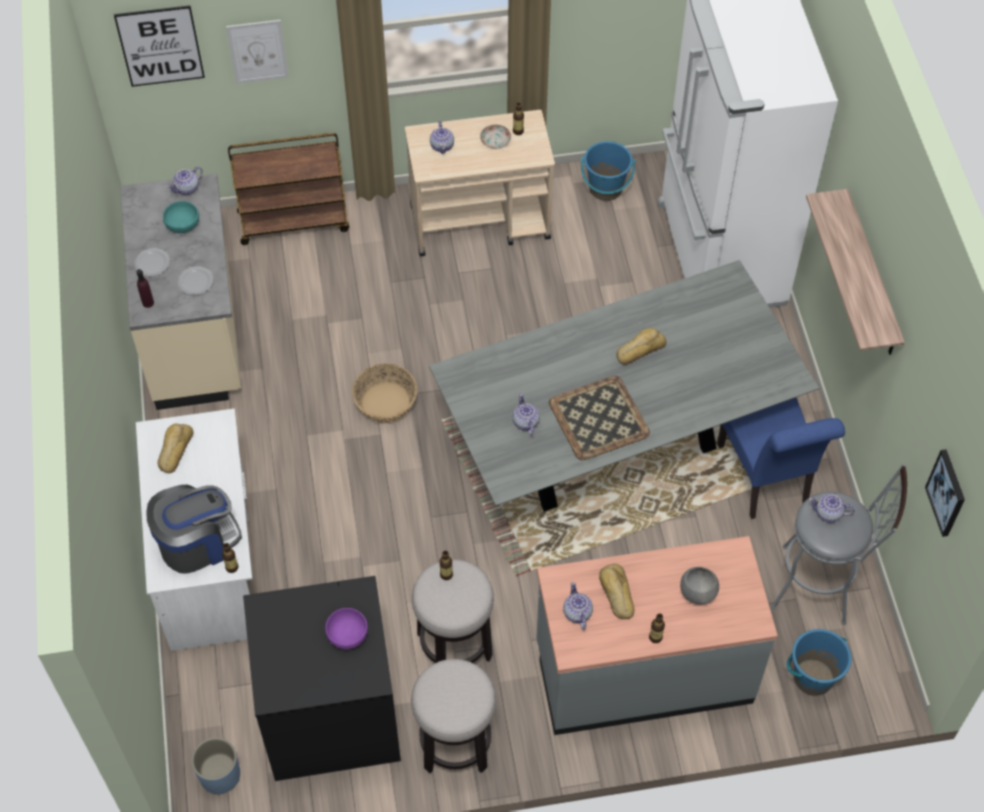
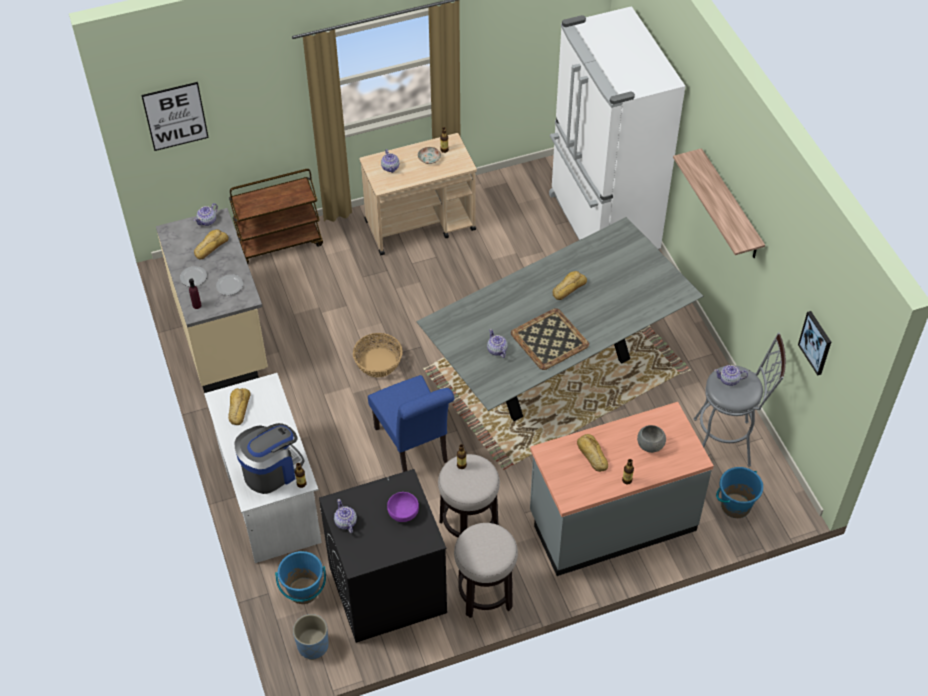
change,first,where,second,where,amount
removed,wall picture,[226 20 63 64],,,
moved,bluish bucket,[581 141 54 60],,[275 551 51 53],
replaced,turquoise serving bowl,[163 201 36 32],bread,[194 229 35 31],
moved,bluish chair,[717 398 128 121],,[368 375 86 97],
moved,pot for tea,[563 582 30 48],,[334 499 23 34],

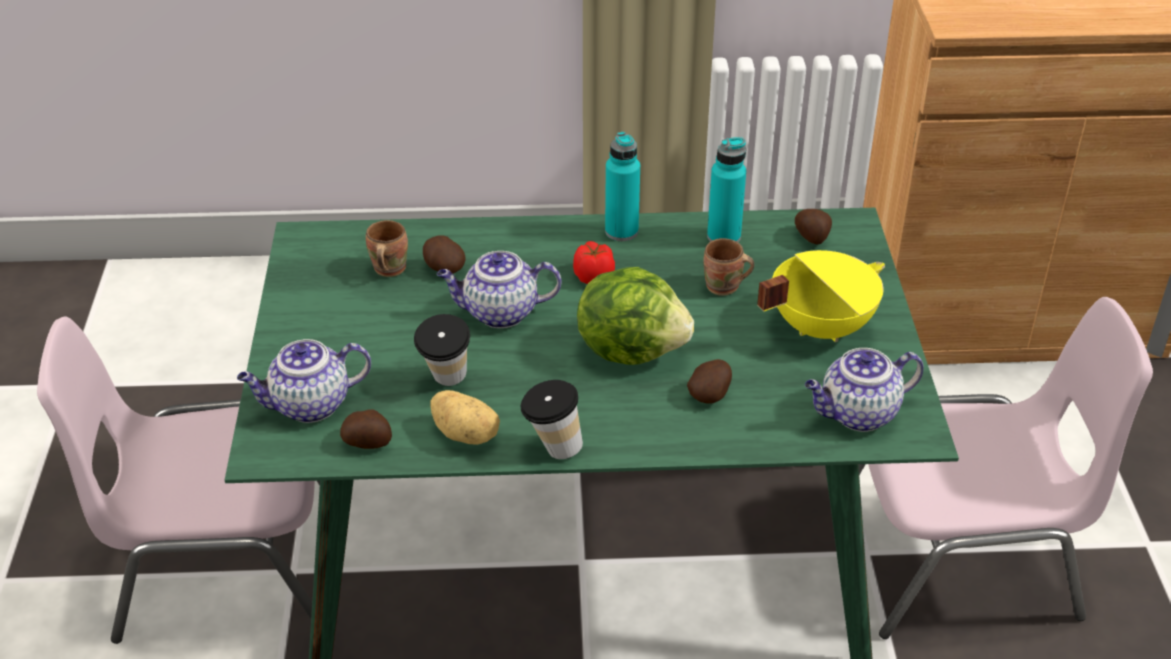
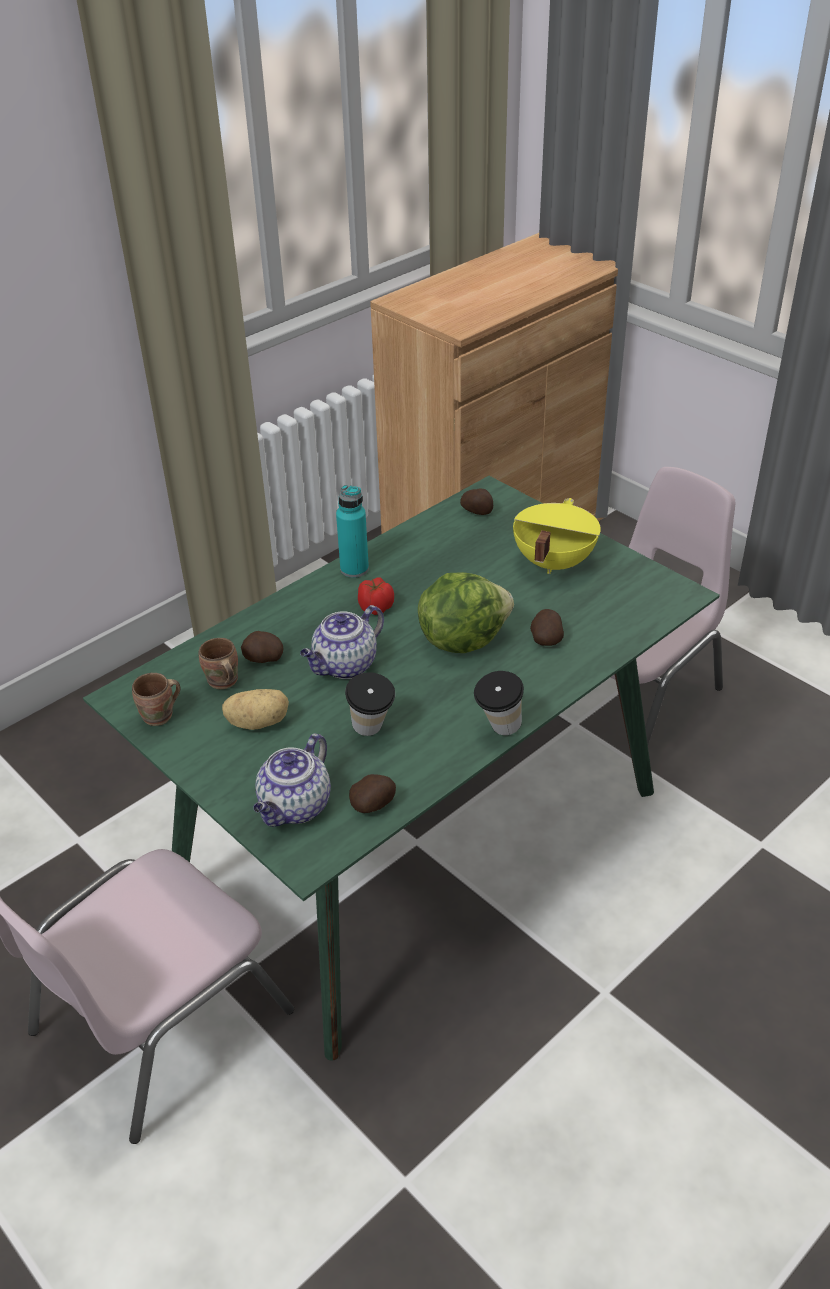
change,first,where,second,where,amount
removed,turquoise drink bottle,[707 137 39 105],,,
moved,brown tea mug,[703 238 51 58],,[132 673 48 53],
removed,pot for tea,[805 348 119 84],,,
moved,potato,[431 390 69 55],,[222 689 67 41],

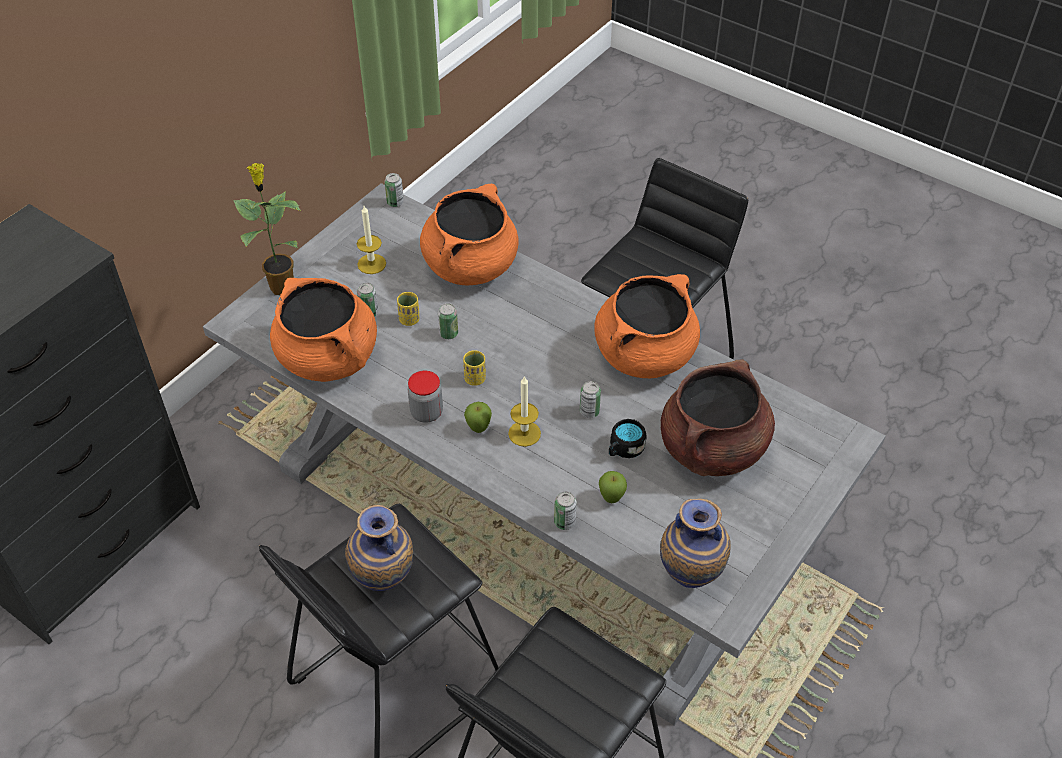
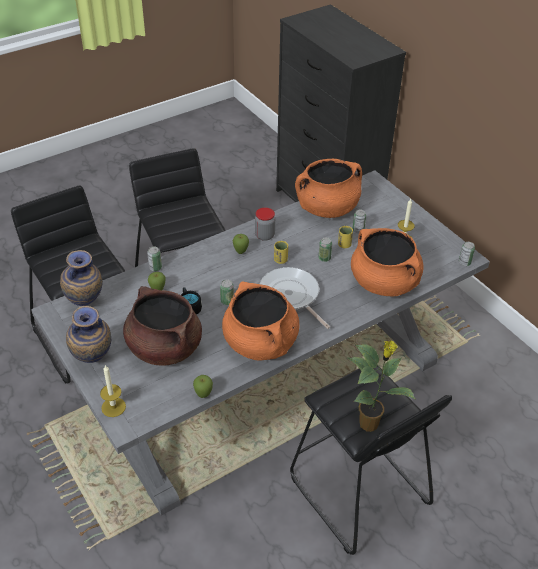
change,first,where,second,where,amount
moved,potted plant,[233 163 68 132],,[347 341 68 90],
moved,candle,[508 376 33 71],,[100 365 26 52],
moved,flower vase,[345 505 68 86],,[66 306 45 57],
added,,,frying pan,[259 267 71 62],
added,,,apple,[193 375 20 23],

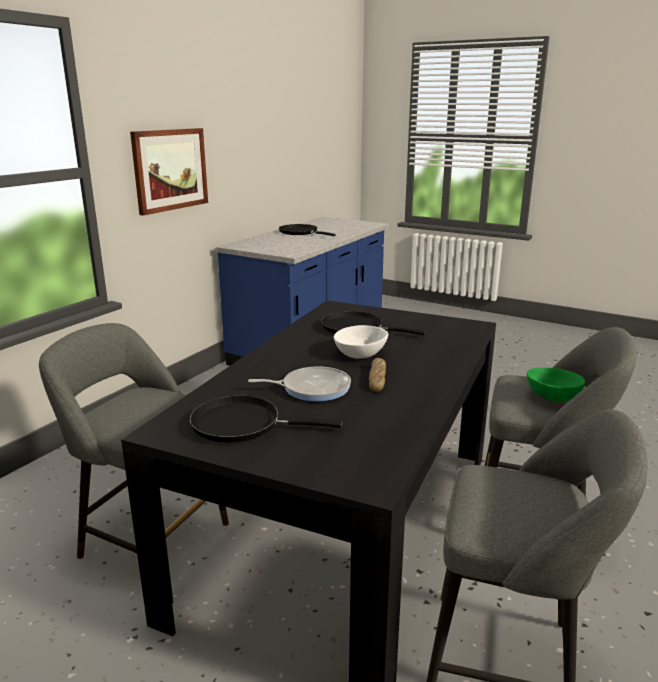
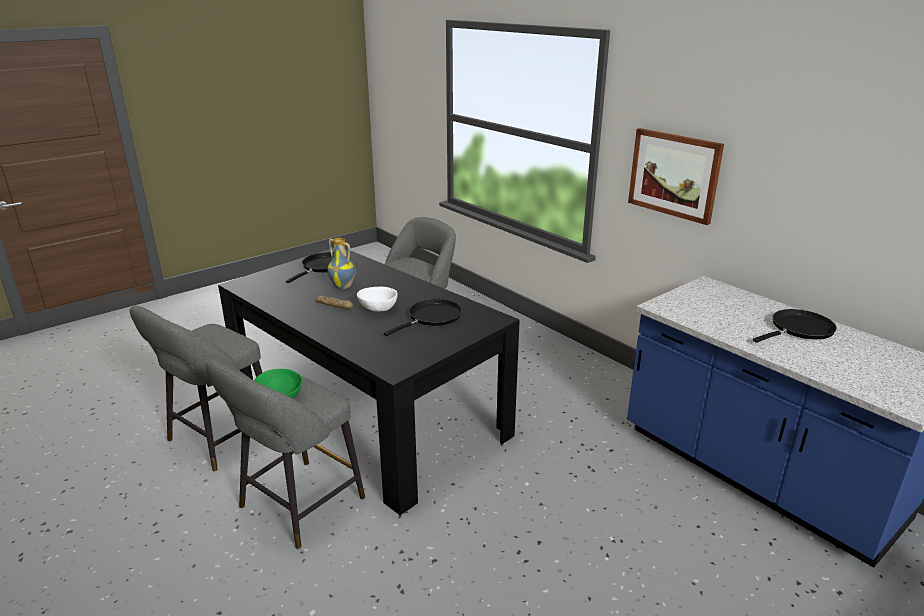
change,first,where,second,where,amount
replaced,frying pan,[248 367 103 35],flower vase,[327 238 29 51],

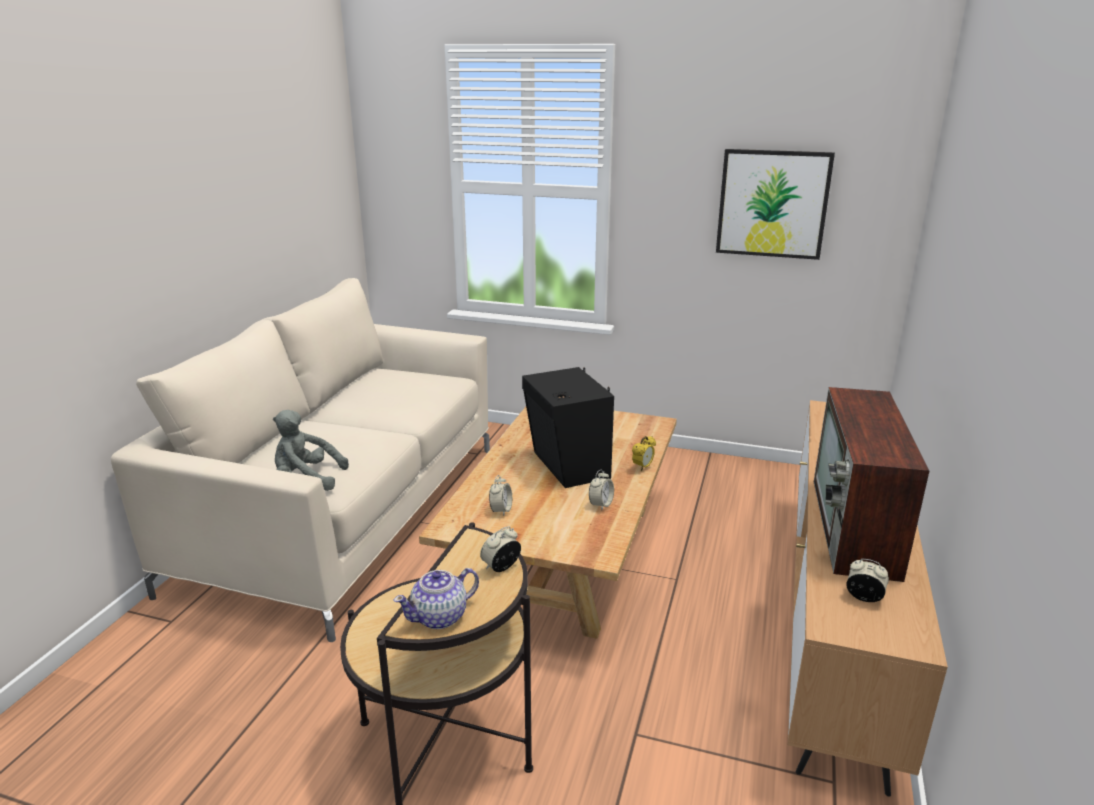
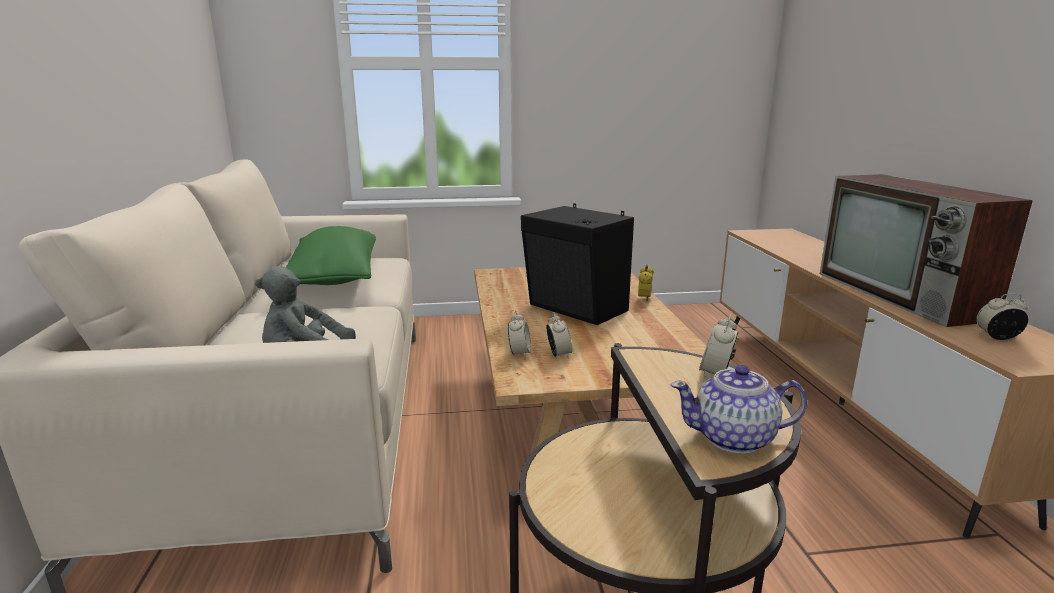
change,first,where,second,where,amount
removed,wall picture,[716 149 119 111],,,
moved,bedside clock,[589 469 25 41],,[508 311 23 46],
turned,pot for tea,[394 568 85 61],,[671 365 136 89],60 degrees clockwise
added,,,green pillow,[286 226 90 59],

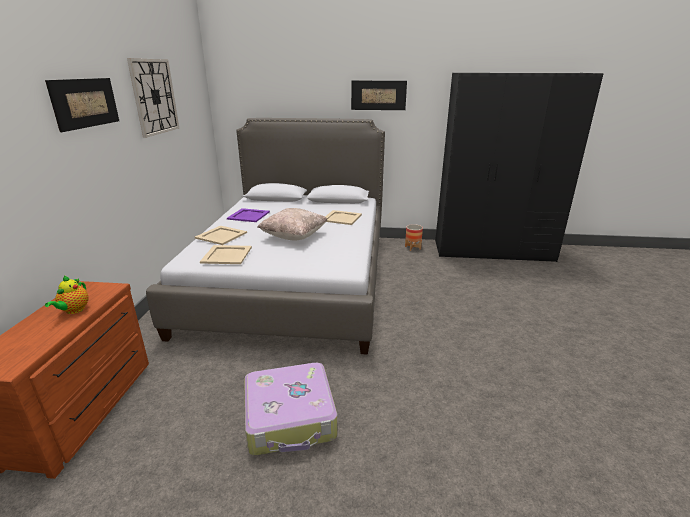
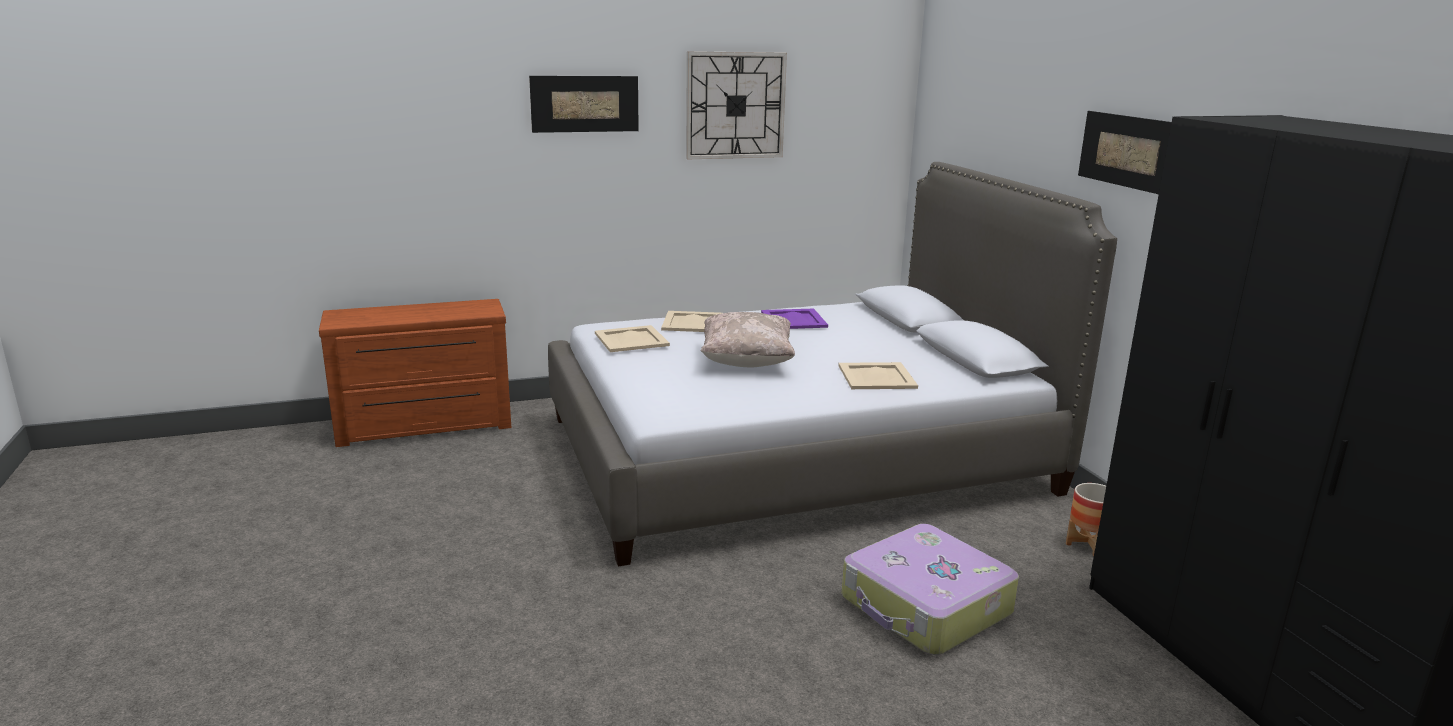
change,first,where,second,where,amount
removed,pot for tea,[45 276 44 38],,,
moved,suitcase,[244 363 93 93],,[842 524 177 131],

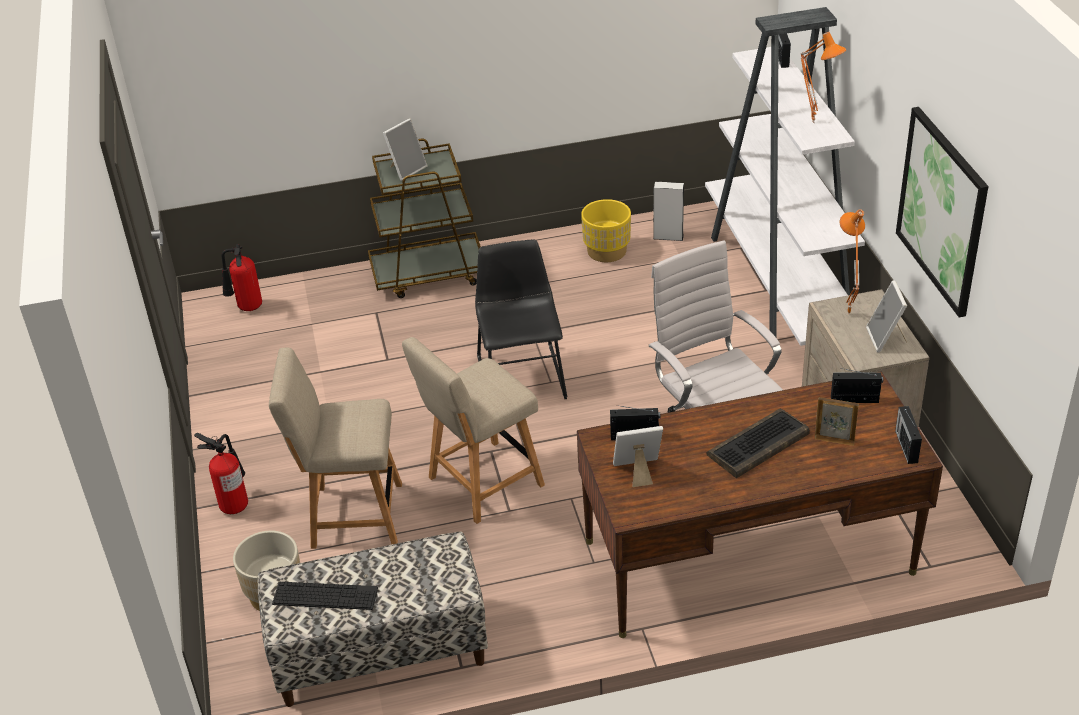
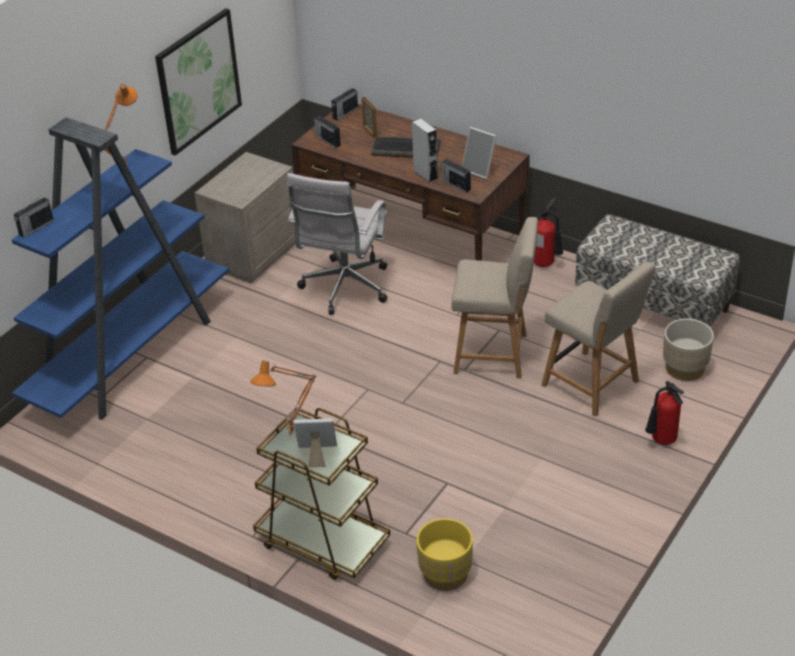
change,first,where,second,where,amount
recoloured,white-coloured bookshelf,[705 7 160 339],bluish bookshelf,[12 117 217 303],
moved,gray speaker,[653 182 31 59],,[412 118 26 65],
moved,yellow-coloured planter,[581 199 50 63],,[416 518 57 73],
moved,orange lamp for a table,[840 209 25 105],,[250 360 66 76],
removed,black chair,[475 239 92 160],,,
moved,fire extinguisher,[221 244 41 67],,[534 198 29 69],
removed,standing frame,[866 280 41 73],,,
removed,keyboard,[272 582 106 28],,,

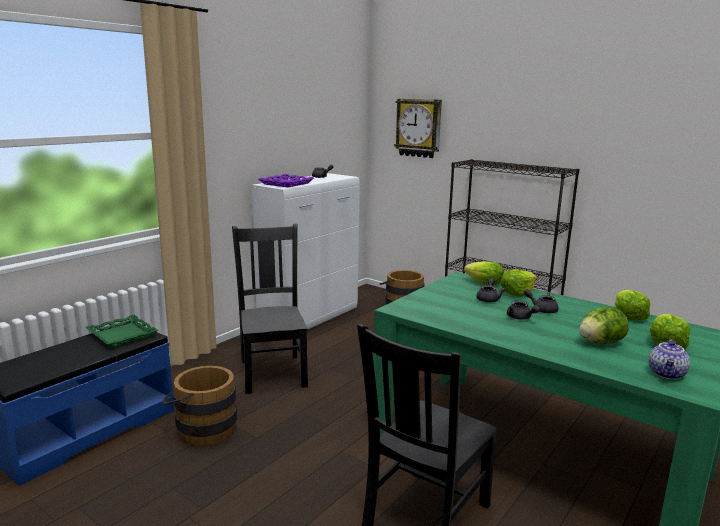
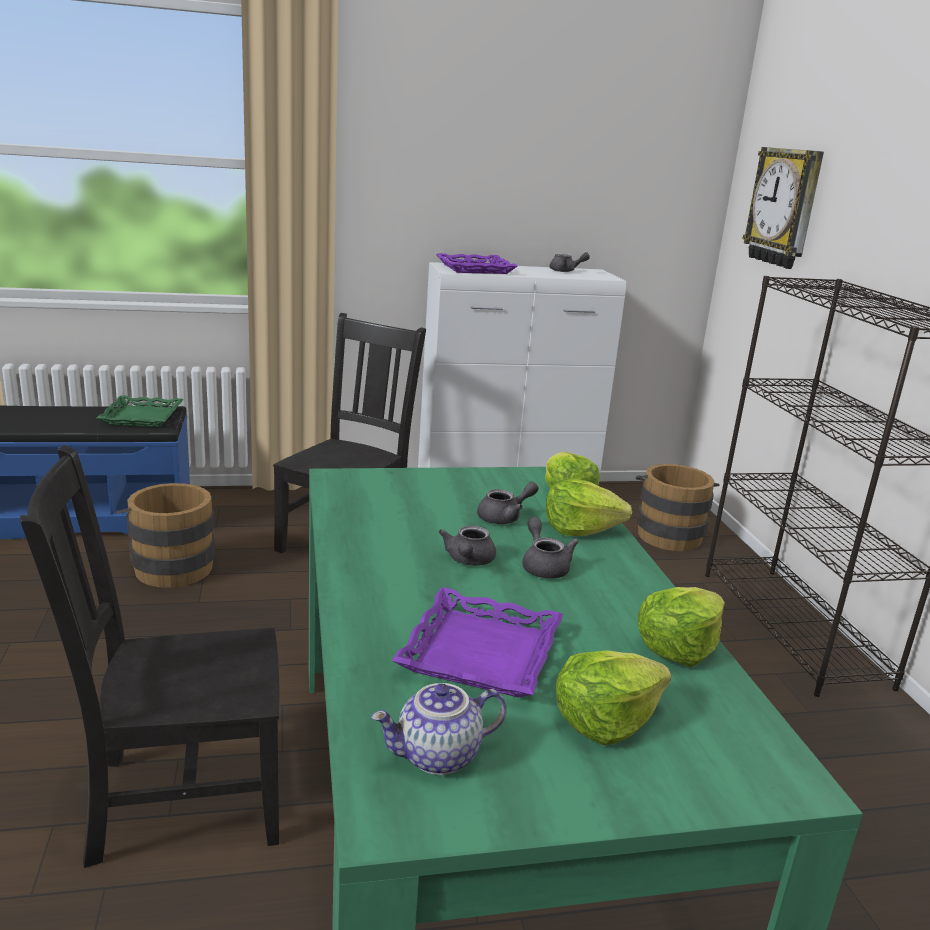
change,first,where,second,where,amount
replaced,head of lettuce,[579 307 50 37],purple serving tray,[392 587 171 110],

